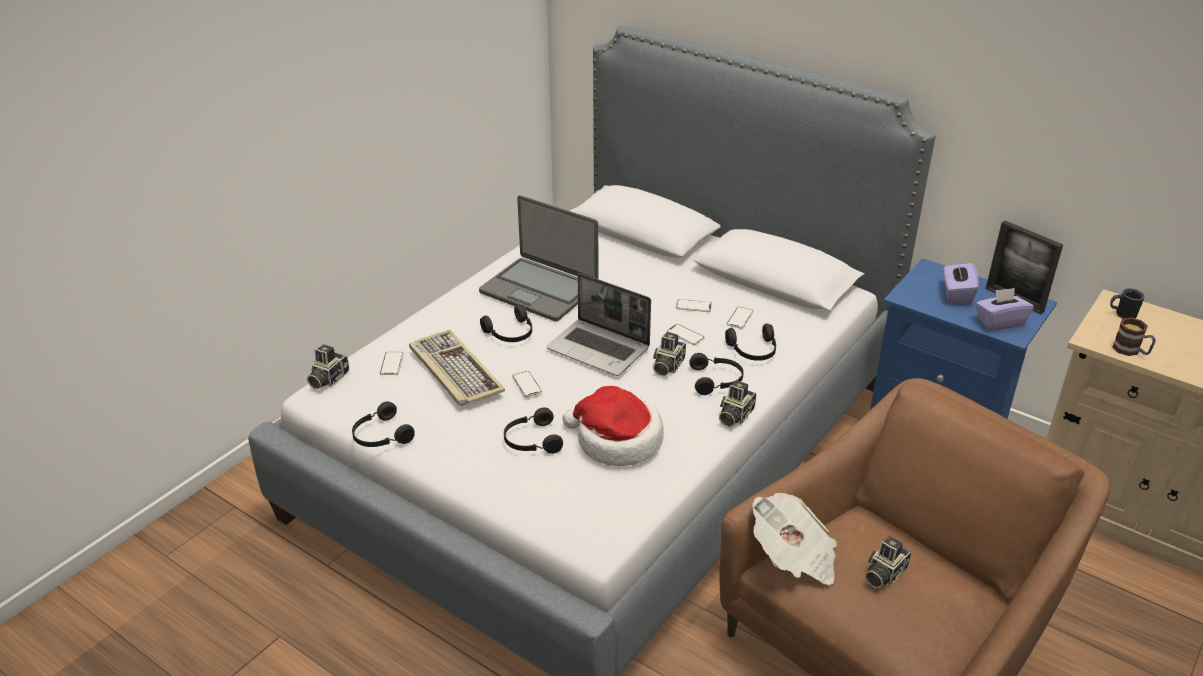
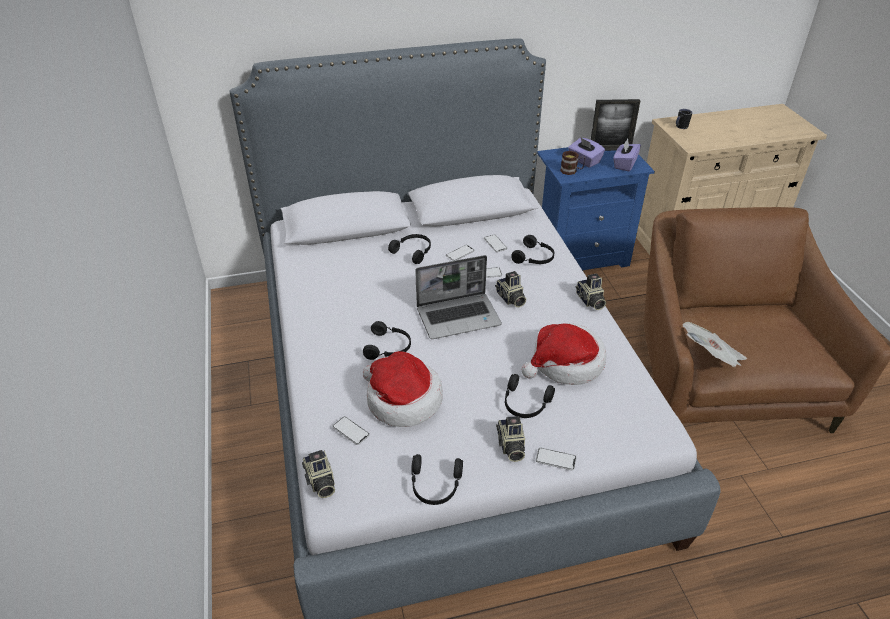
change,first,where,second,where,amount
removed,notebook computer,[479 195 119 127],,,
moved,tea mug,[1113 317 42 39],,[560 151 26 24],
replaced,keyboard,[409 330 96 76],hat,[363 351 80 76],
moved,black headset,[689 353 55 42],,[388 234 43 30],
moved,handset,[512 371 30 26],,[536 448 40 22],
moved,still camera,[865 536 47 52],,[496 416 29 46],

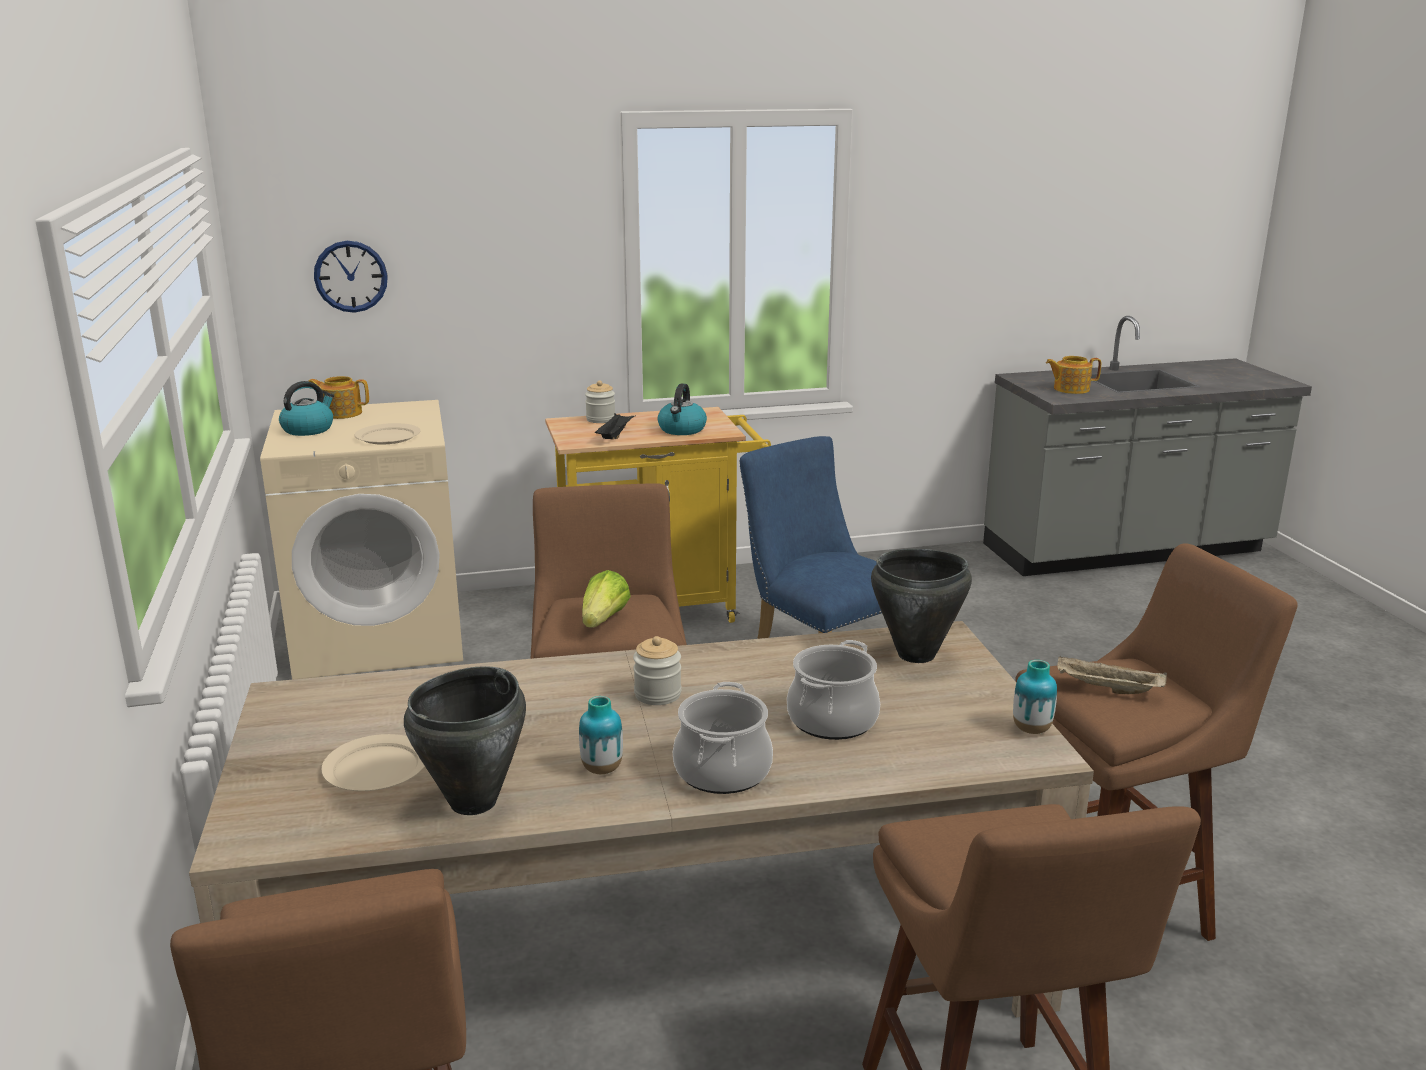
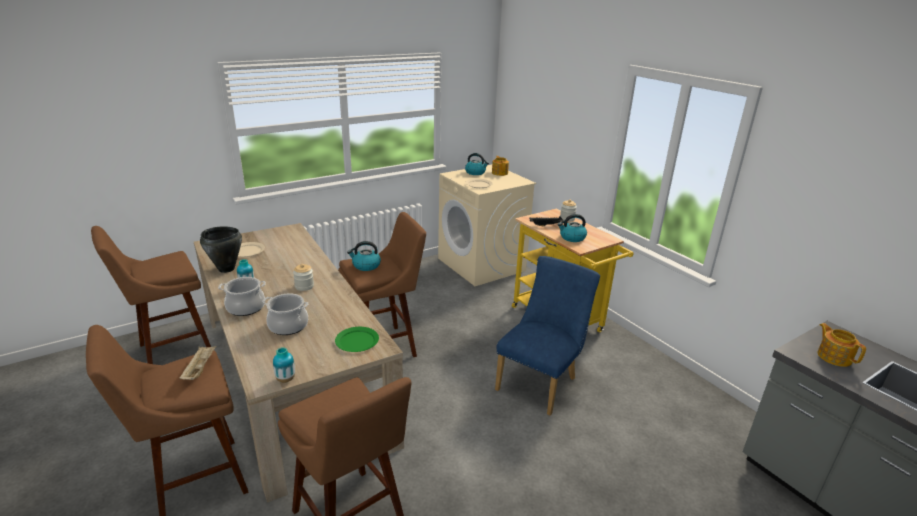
change,first,where,second,where,amount
removed,clock on the wall,[314 241 74 72],,,
replaced,black saucepot,[871 549 101 114],green flat dish,[335 327 44 25],
replaced,head of lettuce,[582 570 49 58],tea kettle,[347 241 34 30],
moved,beige-coloured serving tray,[1057 655 110 39],,[179 346 38 34],

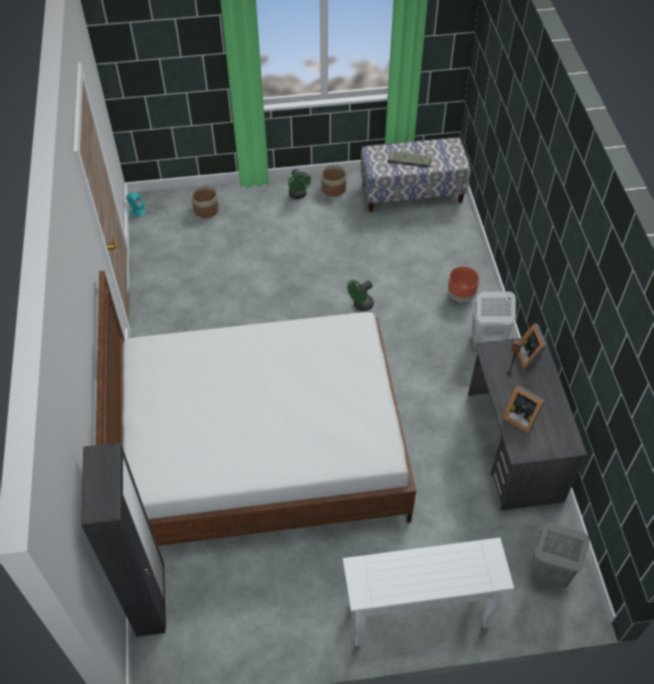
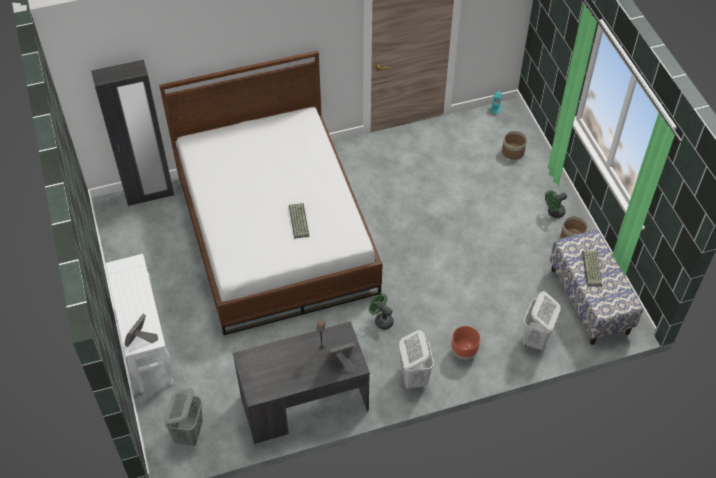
change,first,where,second,where,amount
moved,green fan,[347 280 27 31],,[369 293 25 37],
moved,standing frame,[503 385 42 48],,[125 314 33 33],
added,,,keyboard,[289 203 20 36],
added,,,white-coloured hamper,[523 291 38 60],

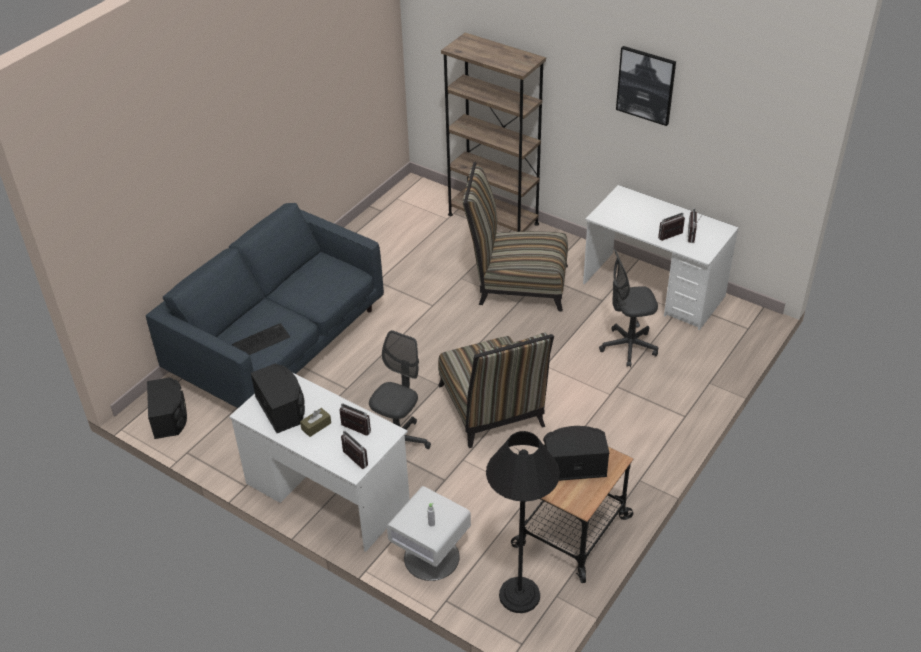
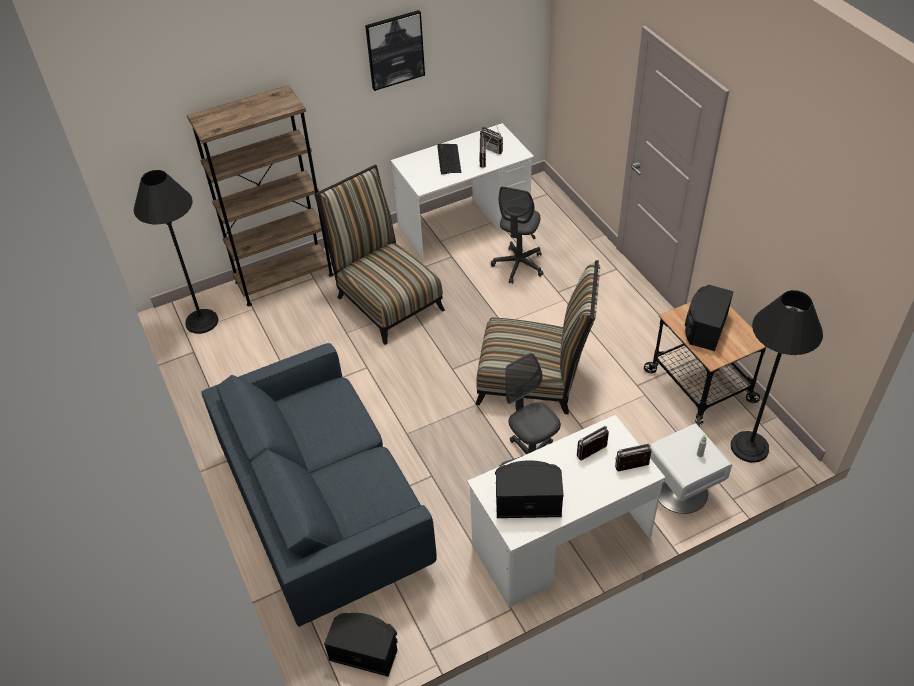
change,first,where,second,where,amount
turned,chair,[463 162 105 150],,[314 164 131 181],105 degrees clockwise
moved,keyboard,[232 323 58 32],,[437 144 24 31],
removed,brown tissue holder,[300 408 31 29],,,
added,,,black floor lamp,[134 170 84 164],

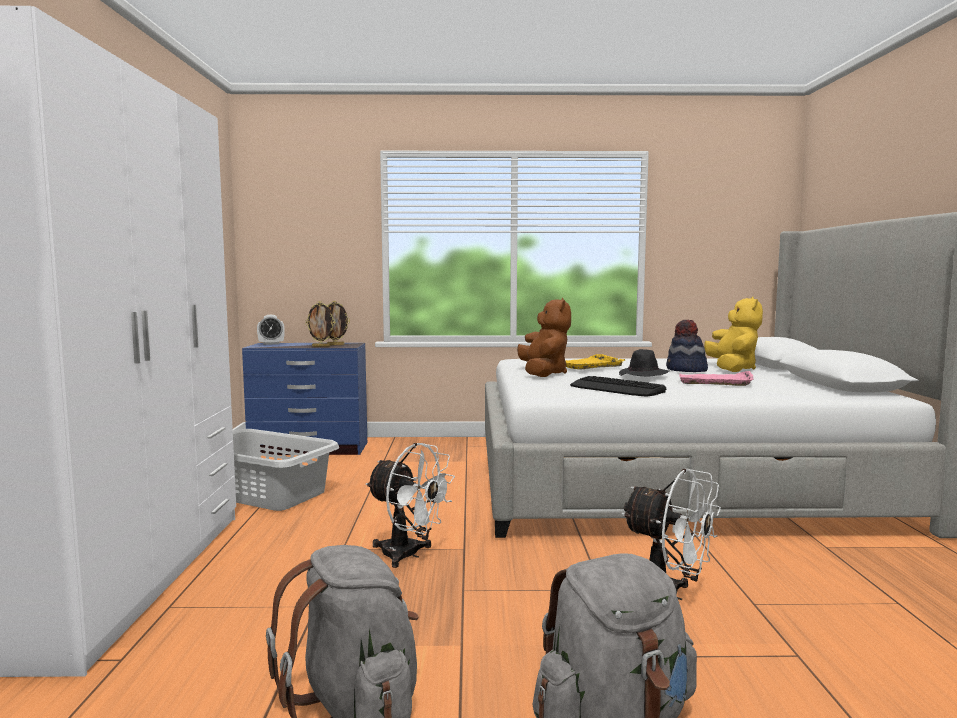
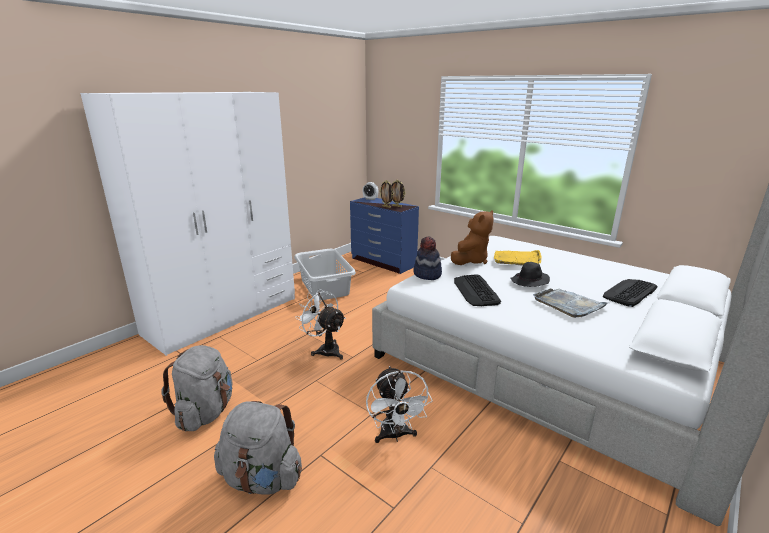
change,first,where,second,where,amount
replaced,yellow-coloured cuddly toy,[704 297 59 75],keyboard,[603 279 55 28],
moved,hat,[666 320 42 52],,[413 236 29 44],
recoloured,pink serving tray,[679 371 74 15],gray serving tray,[533 289 75 29],
turned,white-coloured fan,[366 443 89 125],,[295 289 51 70],150 degrees clockwise

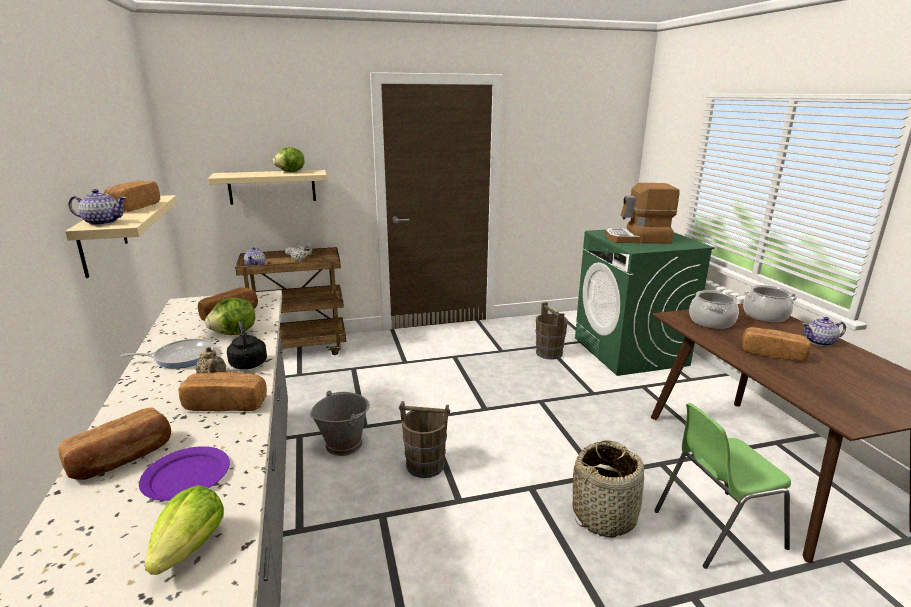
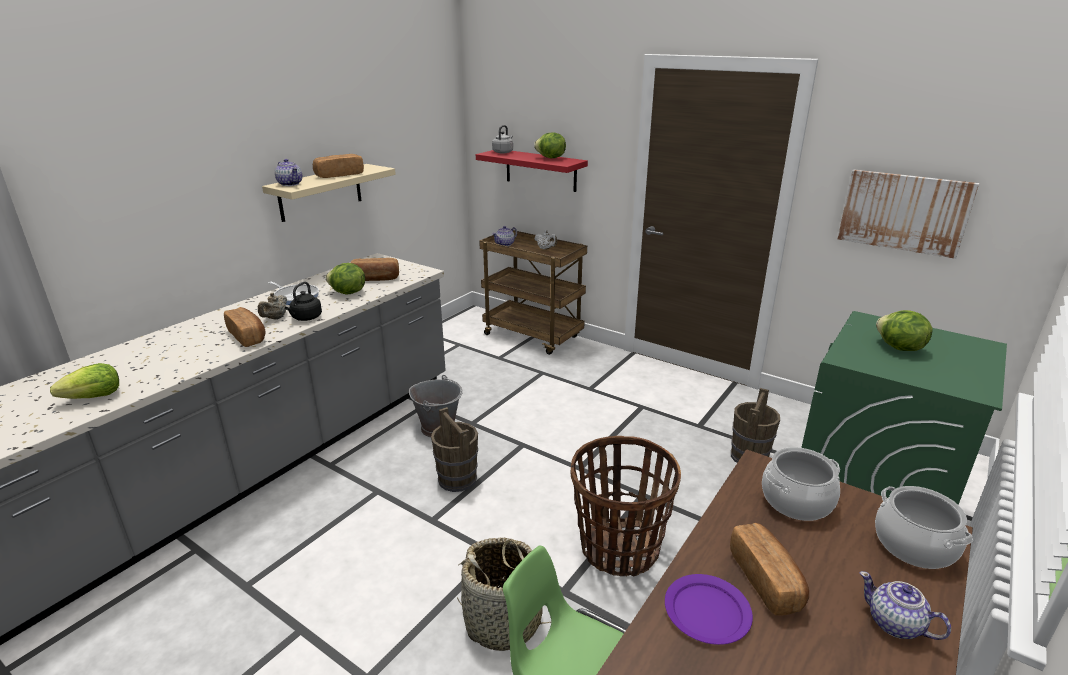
change,first,where,second,where,amount
recoloured,beige-coloured wall shelf,[208 170 119 35],red-coloured wall shelf,[476 150 112 42],
replaced,coffee machine,[605 183 75 61],head of lettuce,[876 310 56 41],
removed,bread,[58 407 113 73],,,
moved,purple flat dish,[139 446 91 55],,[665 574 88 71],
added,,,gray tea kettle,[492 125 21 29],
added,,,wall picture,[838 169 141 90],
added,,,basket,[570 436 111 141],

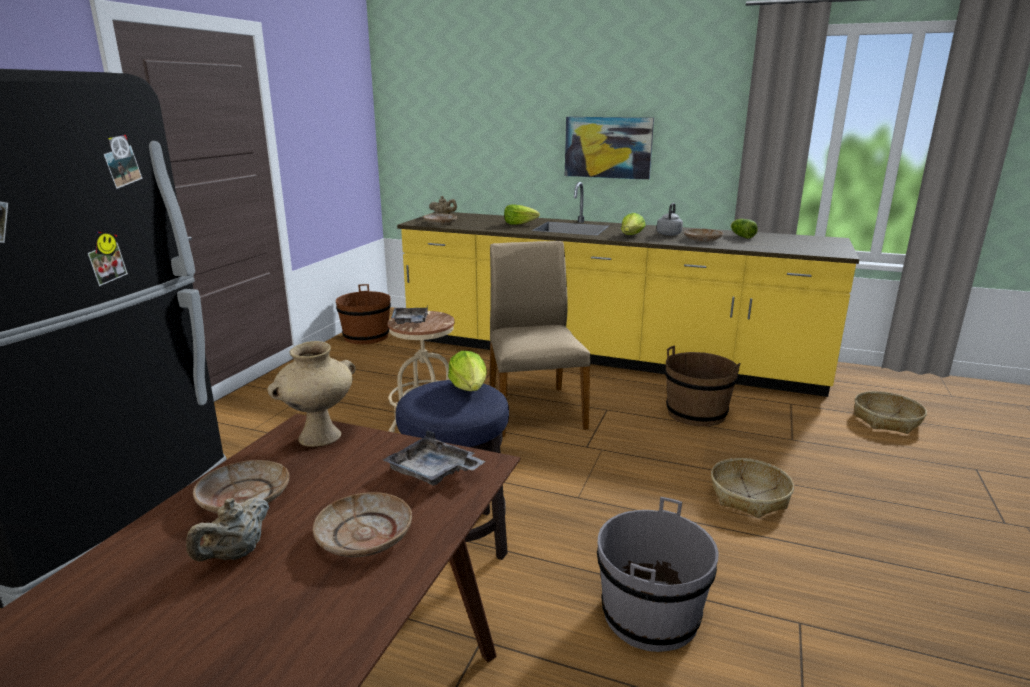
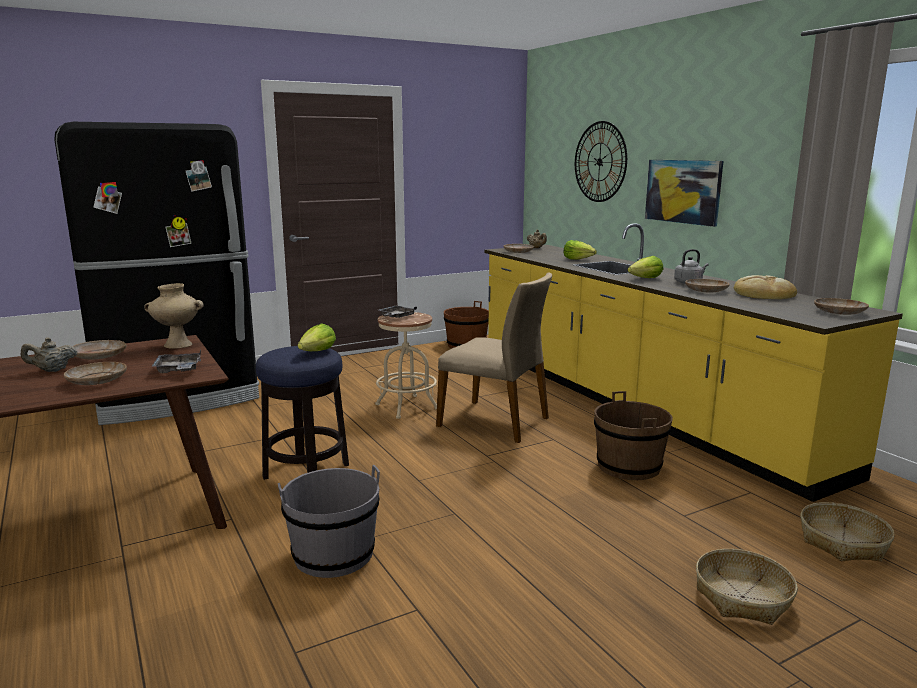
change,first,where,second,where,amount
replaced,head of lettuce,[731 219 27 20],bread,[734 275 63 24],
turned,beige-coloured chair,[490 241 101 196],,[436 273 116 170],90 degrees clockwise
moved,basket,[711 458 83 60],,[696 549 102 76],
added,,,clock on the wall,[575 121 52 81],
added,,,beige-coloured flat dish,[814 298 55 17],

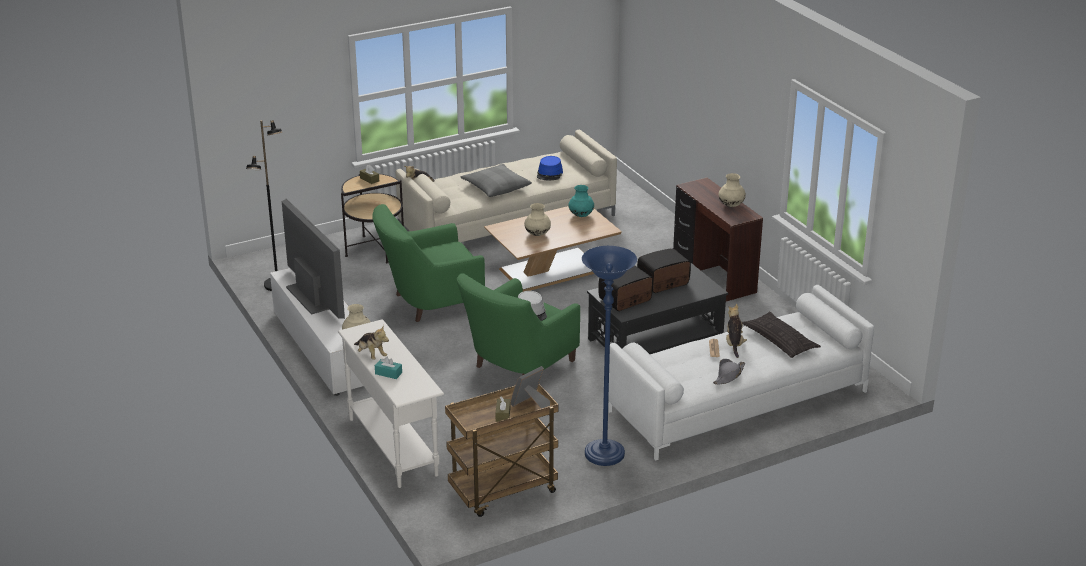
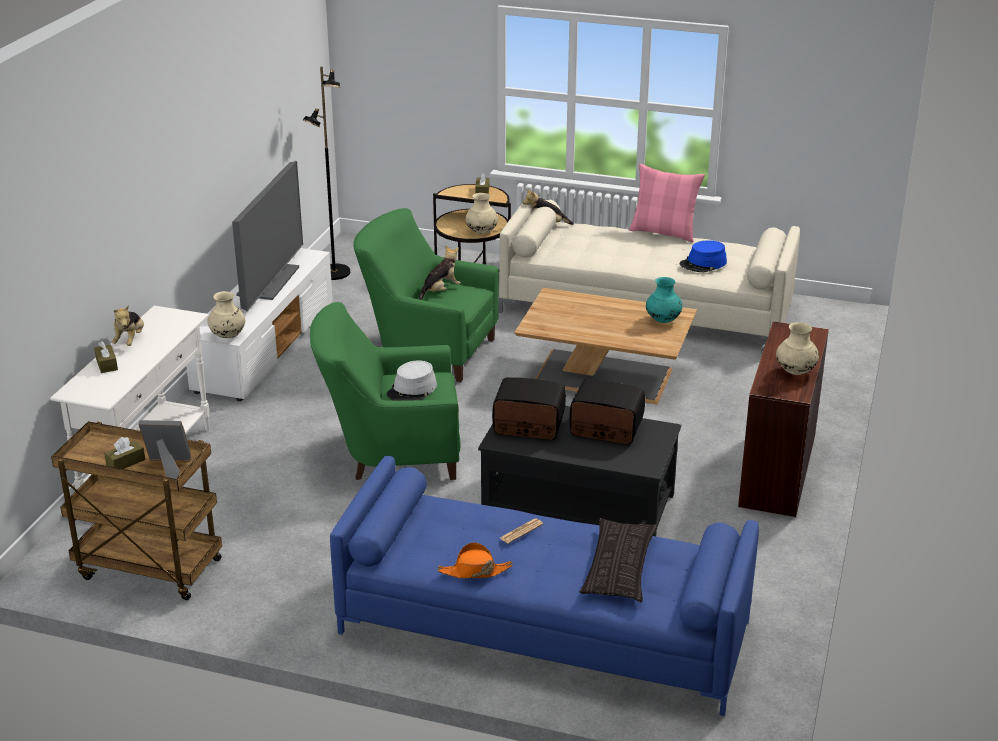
change,first,where,second,where,amount
removed,gray pillow,[461 164 71 33],,,
moved,beige-coloured flower vase,[524 203 27 33],,[465 193 33 41],
removed,bluish floor lamp,[582 246 55 220],,,
recoloured,white-coloured couch,[608 285 266 175],bluish couch,[330 456 429 260],
moved,cuddly toy,[726 304 21 54],,[419 246 42 54],
recoloured,turquoise tissue holder,[375 357 27 22],brown tissue holder,[94 341 24 32],
recoloured,gray hat,[713 359 32 26],orange hat,[437 542 75 36],
added,,,pink pillow,[629 164 76 78],

